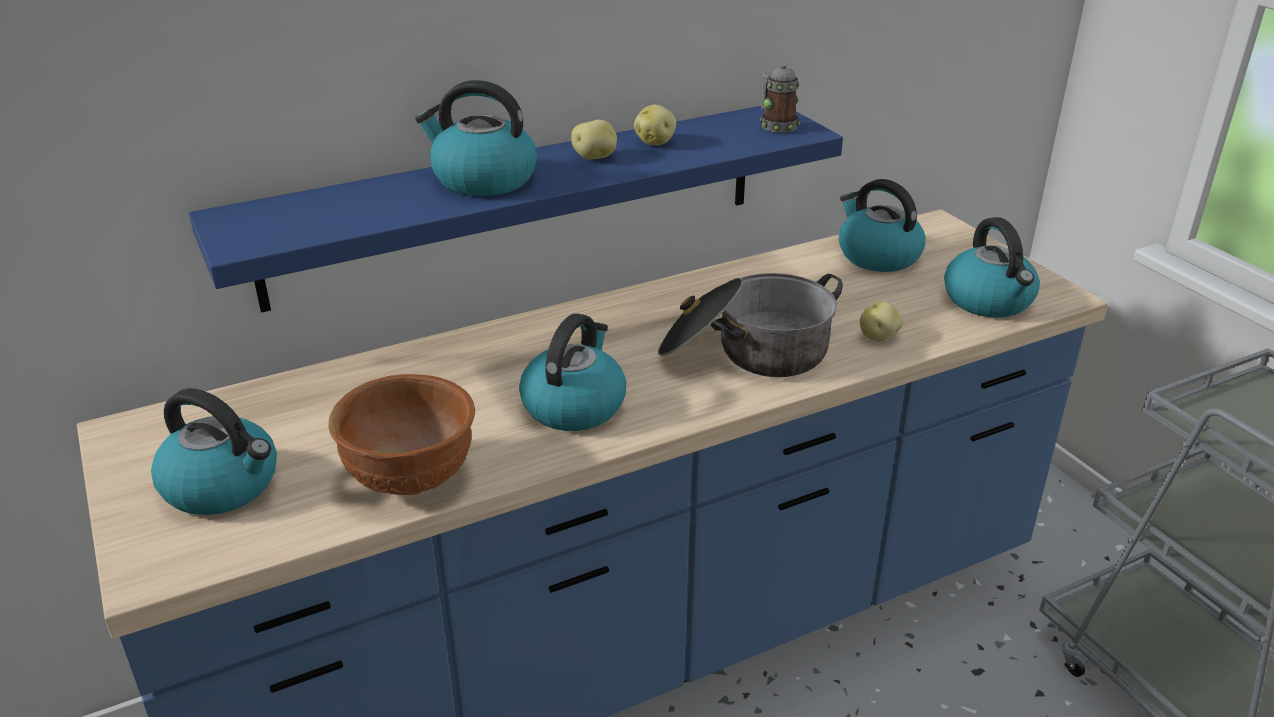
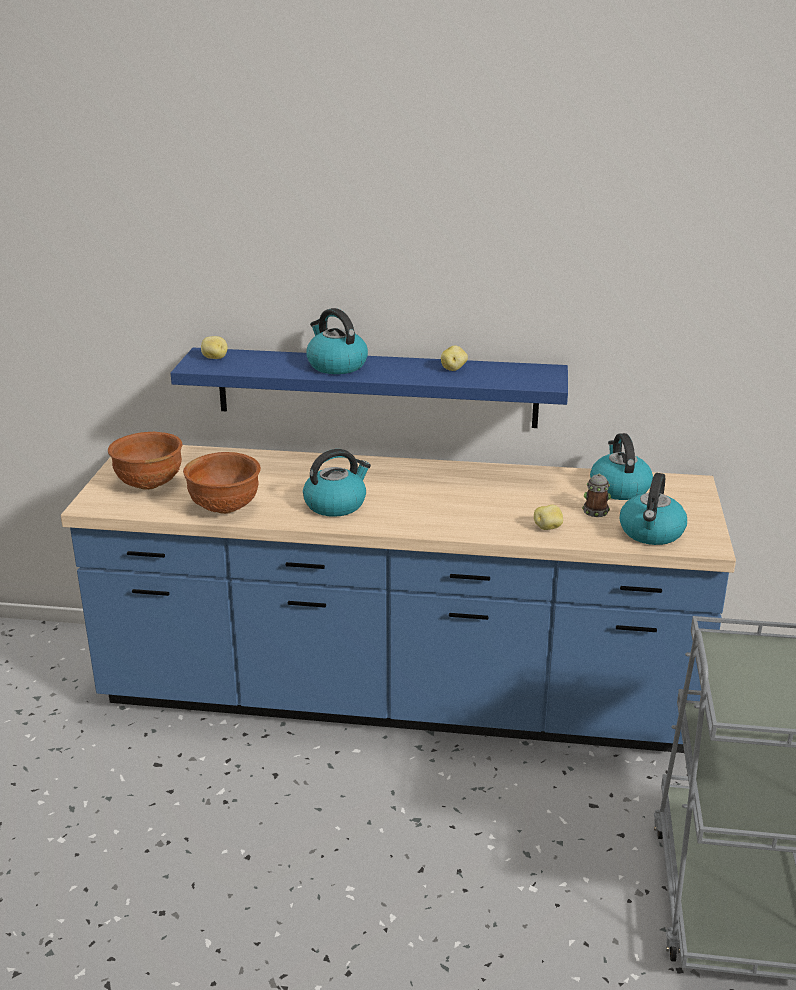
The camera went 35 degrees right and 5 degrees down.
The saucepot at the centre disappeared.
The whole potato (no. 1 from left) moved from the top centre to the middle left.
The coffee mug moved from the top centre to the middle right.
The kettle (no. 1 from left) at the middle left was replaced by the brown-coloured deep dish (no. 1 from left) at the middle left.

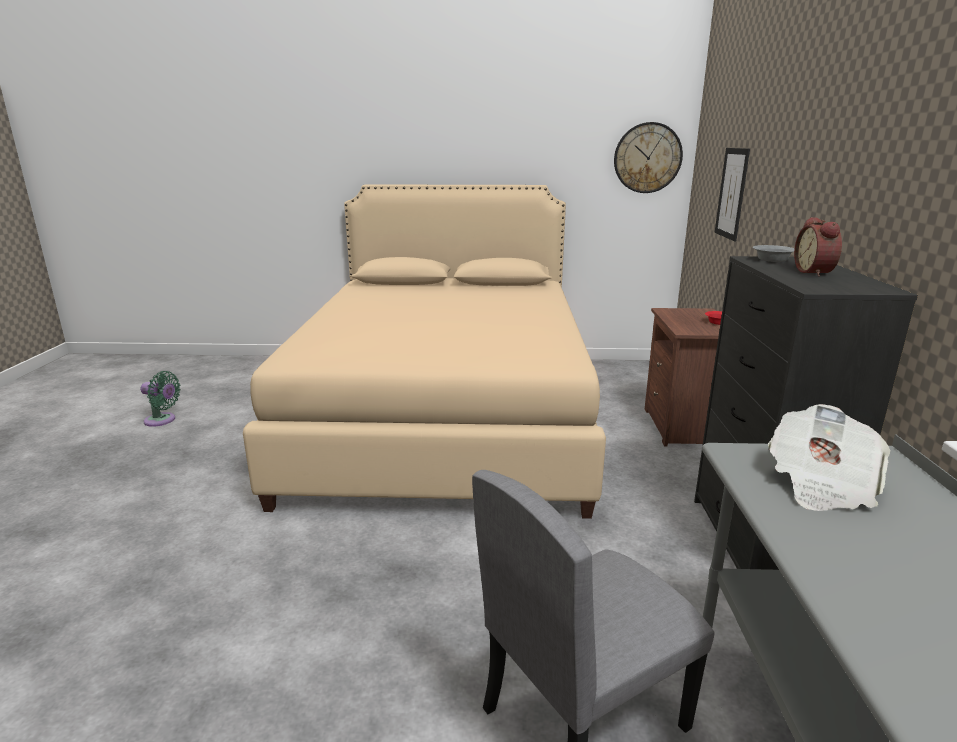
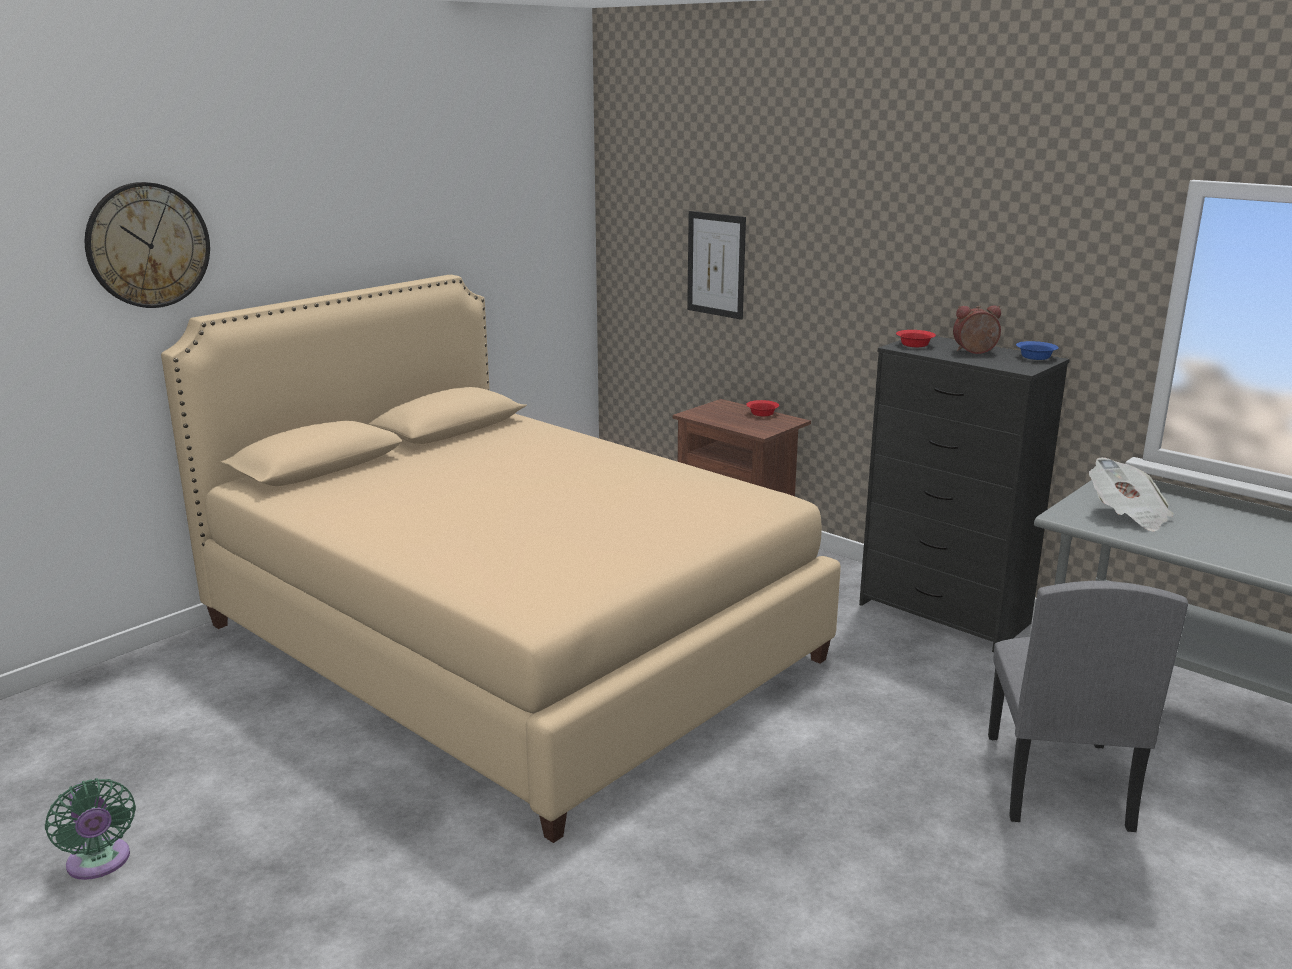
The camera went 50 degrees left and 0 degrees up.
The blue-coloured deep dish at the middle right appeared.
The clock on the wall moved from the top right to the top left.
The gray deep dish at the middle right became the red deep dish (no. 2 from left) at the middle right.
The green-coloured cooling fan at the middle left turned 90 degrees clockwise.
The bedside clock at the top right turned 135 degrees clockwise.

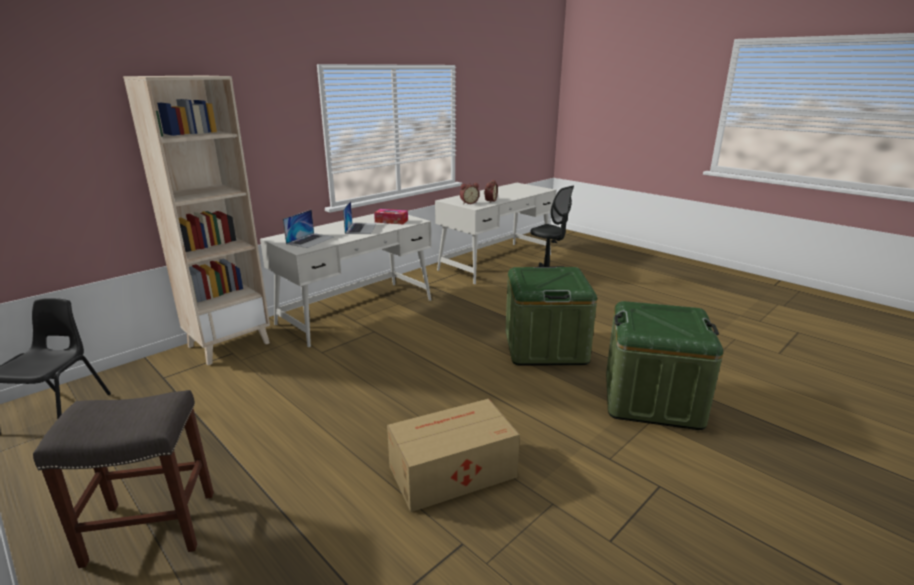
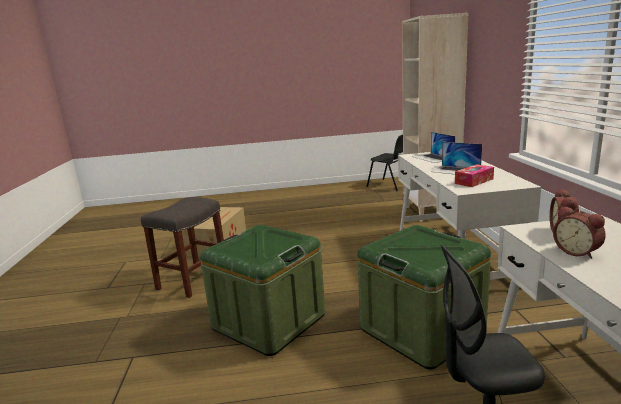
The camera went 130 degrees right and 5 degrees down.
The gray stool seat moved from the bottom left to the middle left.
The green-coloured storage bin (no. 2 from left) moved from the middle right to the bottom right.

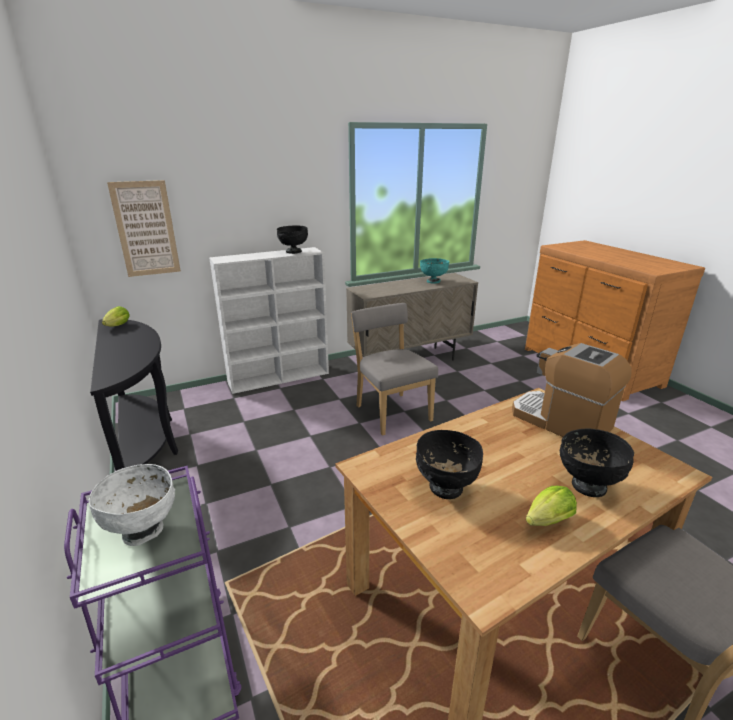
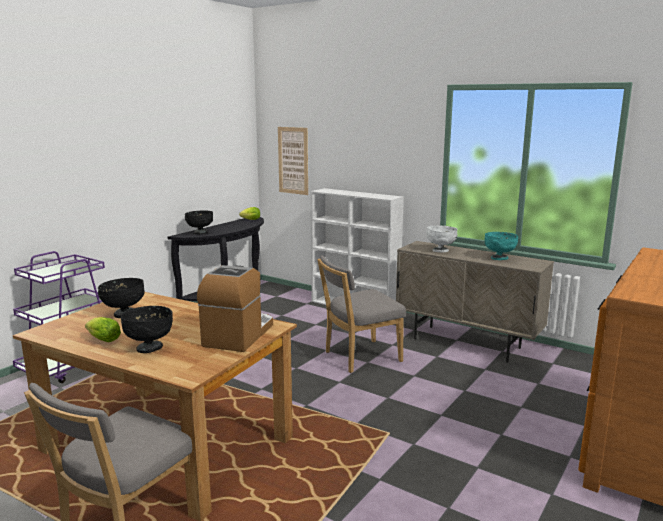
The camera went 60 degrees right and 10 degrees down.
The white deep dish moved from the bottom left to the middle right.
The black deep dish (no. 1 from left in the first image) moved from the top centre to the middle left.
The gray upright chair (no. 1 from left in the first image) at the centre turned 150 degrees counterclockwise.

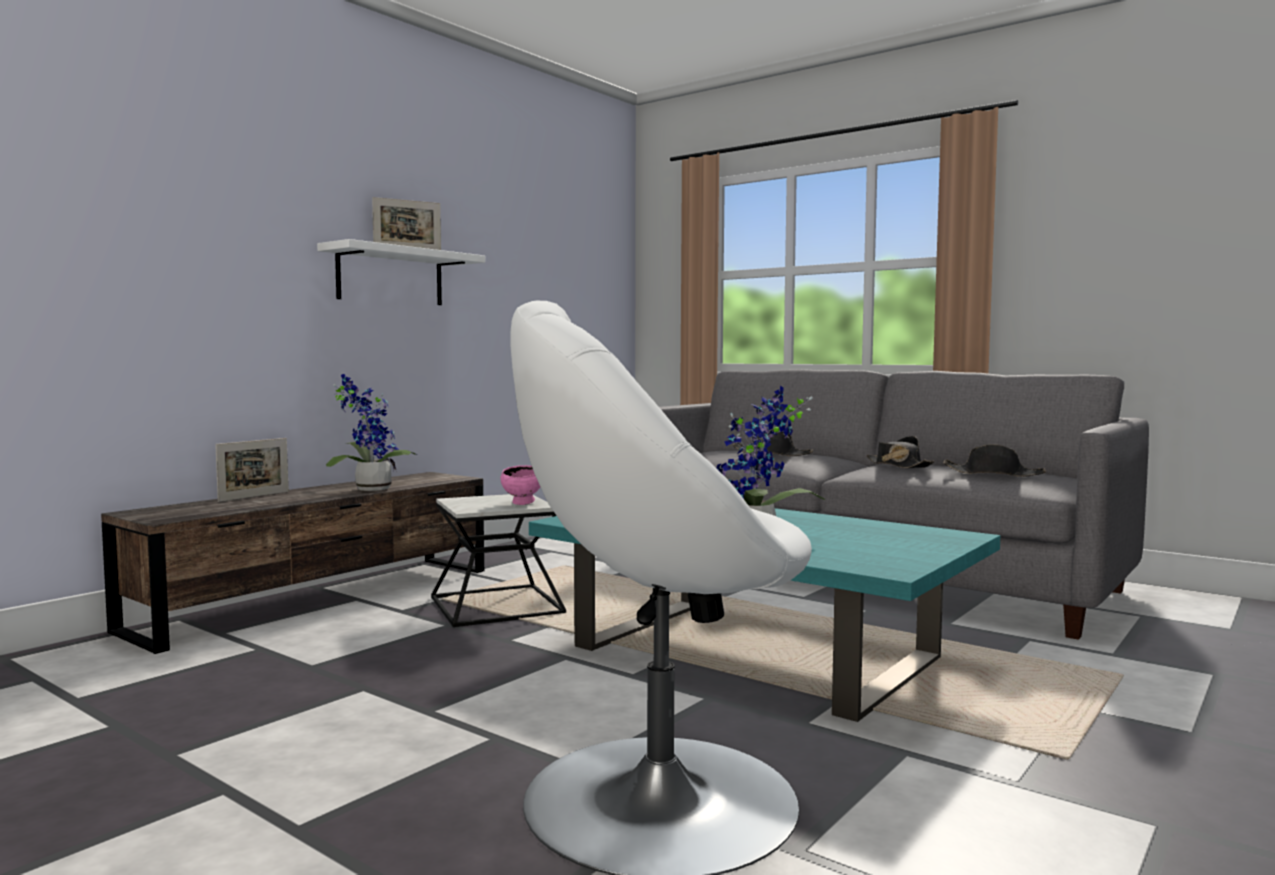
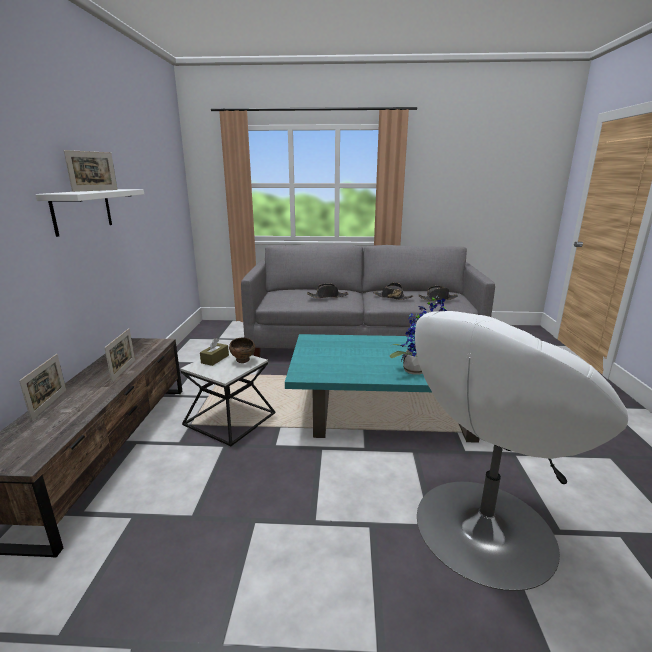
The camera went 35 degrees left and 15 degrees up.
The brown-coloured tissue box at the middle left appeared.
The plant in a pot (no. 1 from left) at the middle left was replaced by the photo frame (no. 3 from left) at the middle left.
The pinkish deep dish at the centre became the brown-coloured deep dish at the centre.

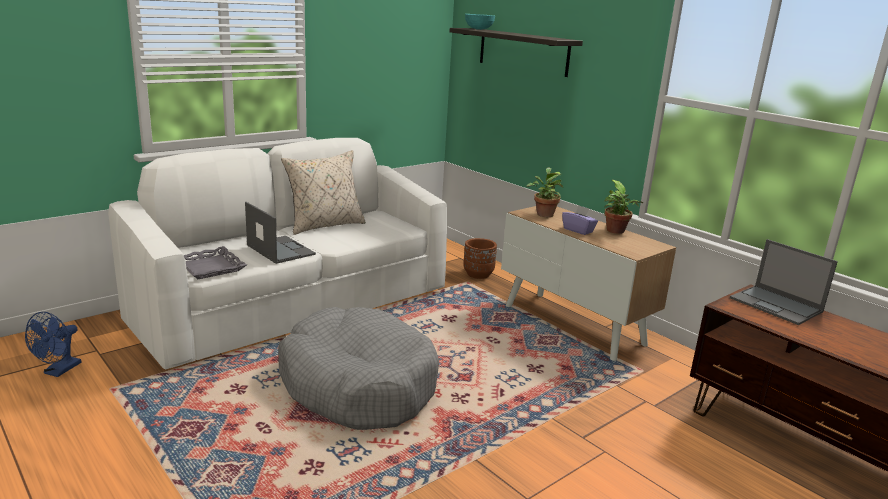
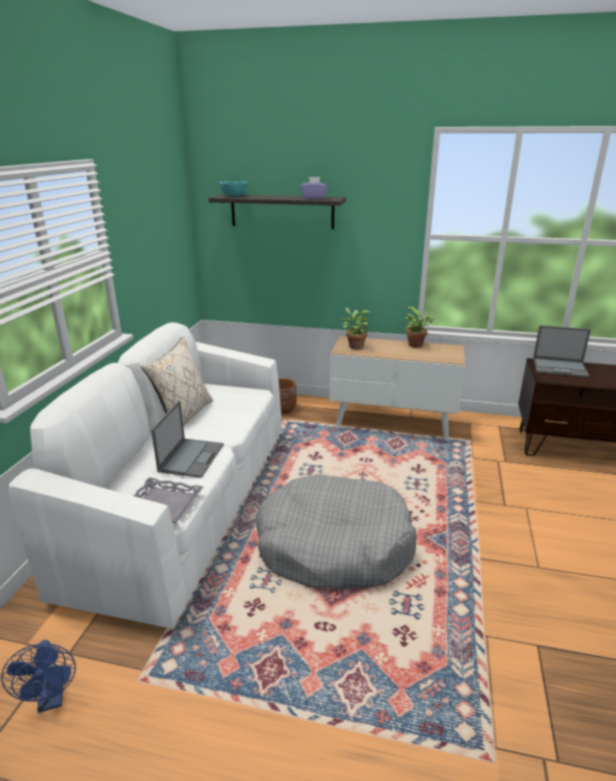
The camera went 35 degrees left and 5 degrees up.
The purple-coloured tissue box moved from the centre to the top centre.
The portable computer (no. 1 from left) at the middle left turned 90 degrees clockwise.

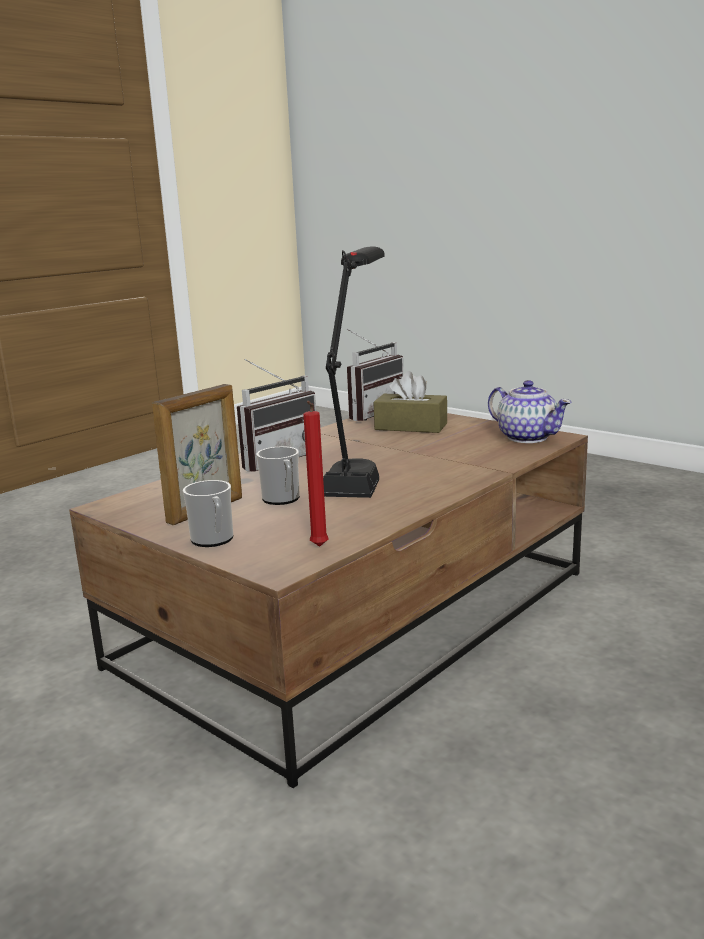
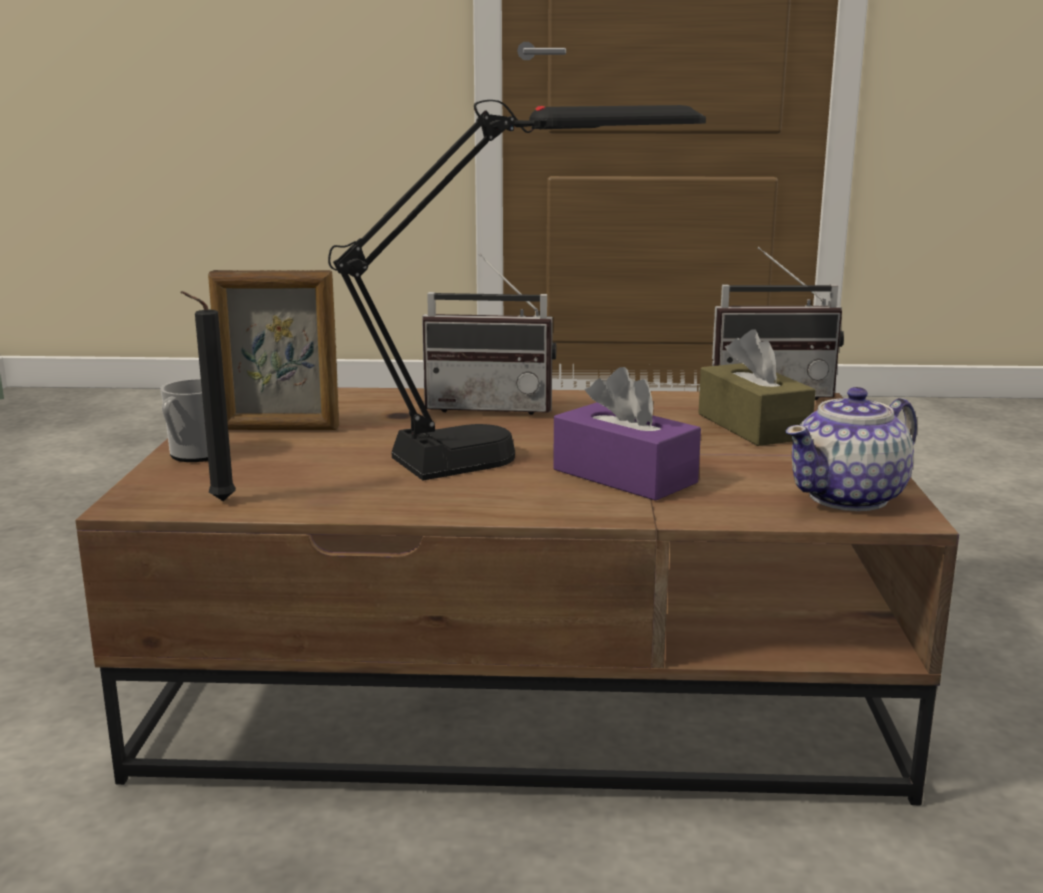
The camera went 50 degrees right and 0 degrees up.
The coffee mug (no. 2 from left) at the centre disappeared.
The purple-coloured tissue box at the centre appeared.
The red candle at the centre became the black candle at the middle left.
The tea pot at the middle right turned 45 degrees clockwise.

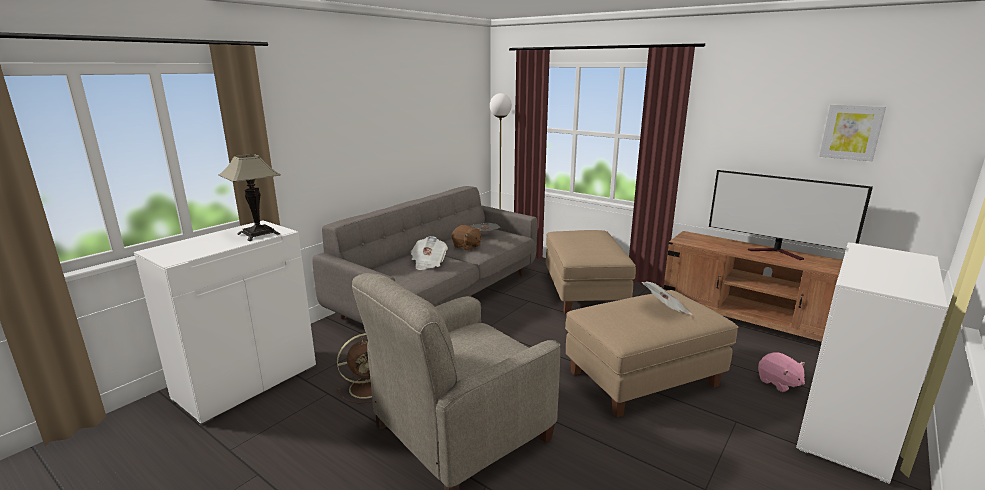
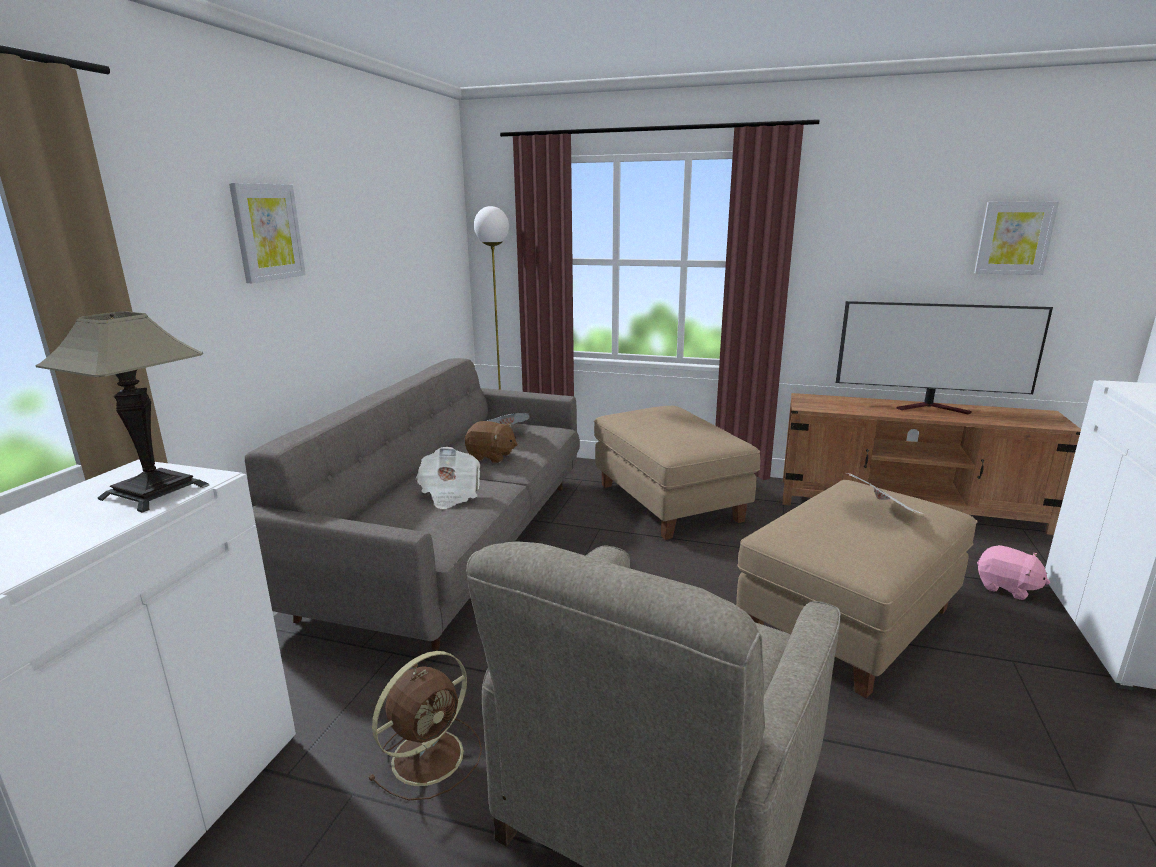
The camera went 20 degrees left and 0 degrees up.
The wall art (no. 1 from left) at the top left appeared.

